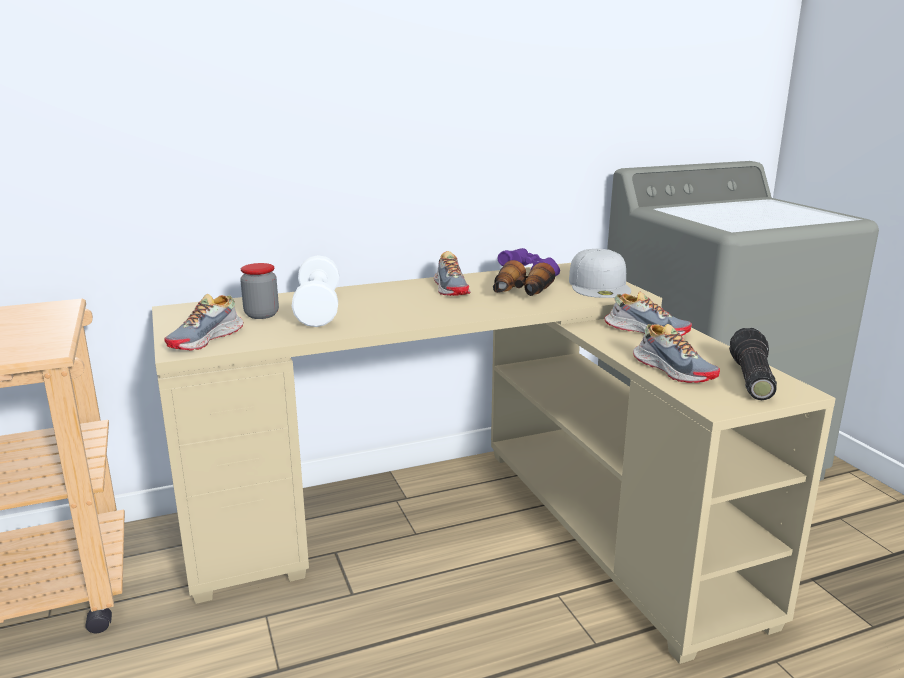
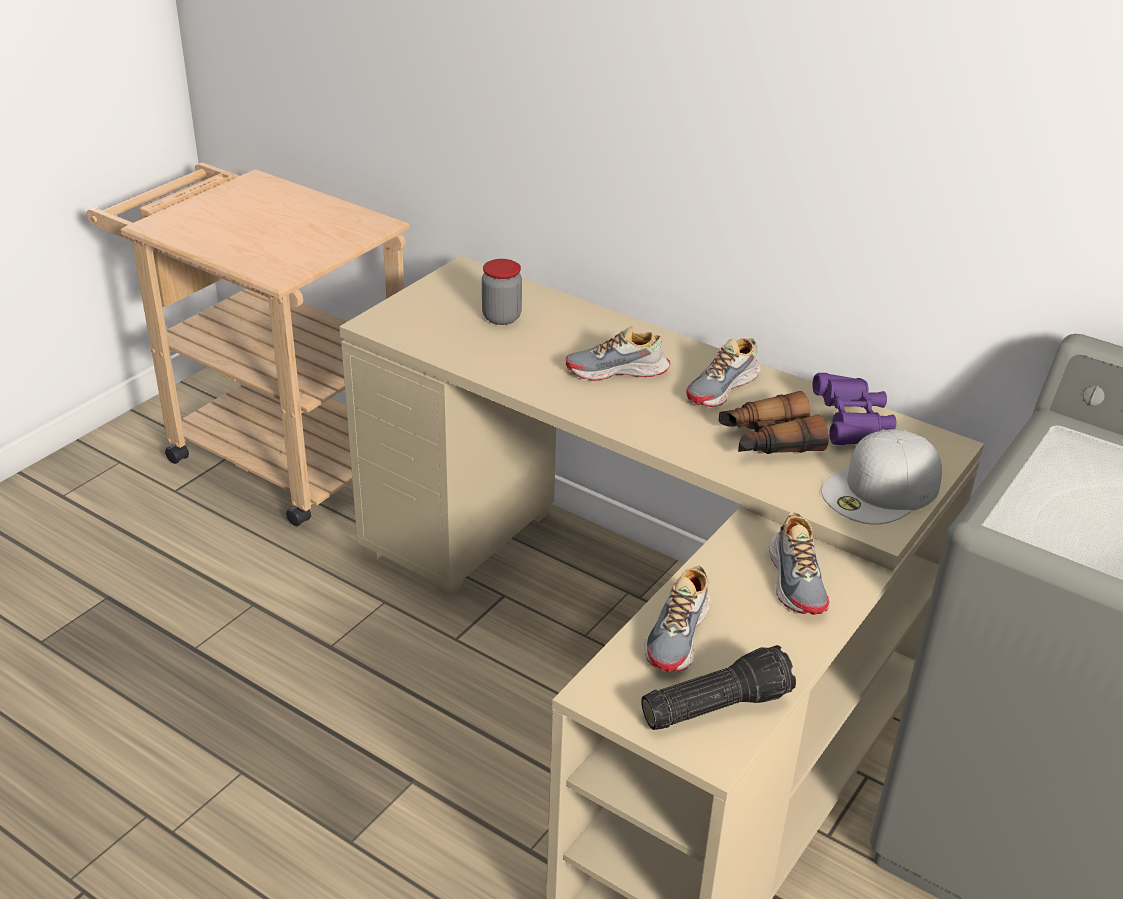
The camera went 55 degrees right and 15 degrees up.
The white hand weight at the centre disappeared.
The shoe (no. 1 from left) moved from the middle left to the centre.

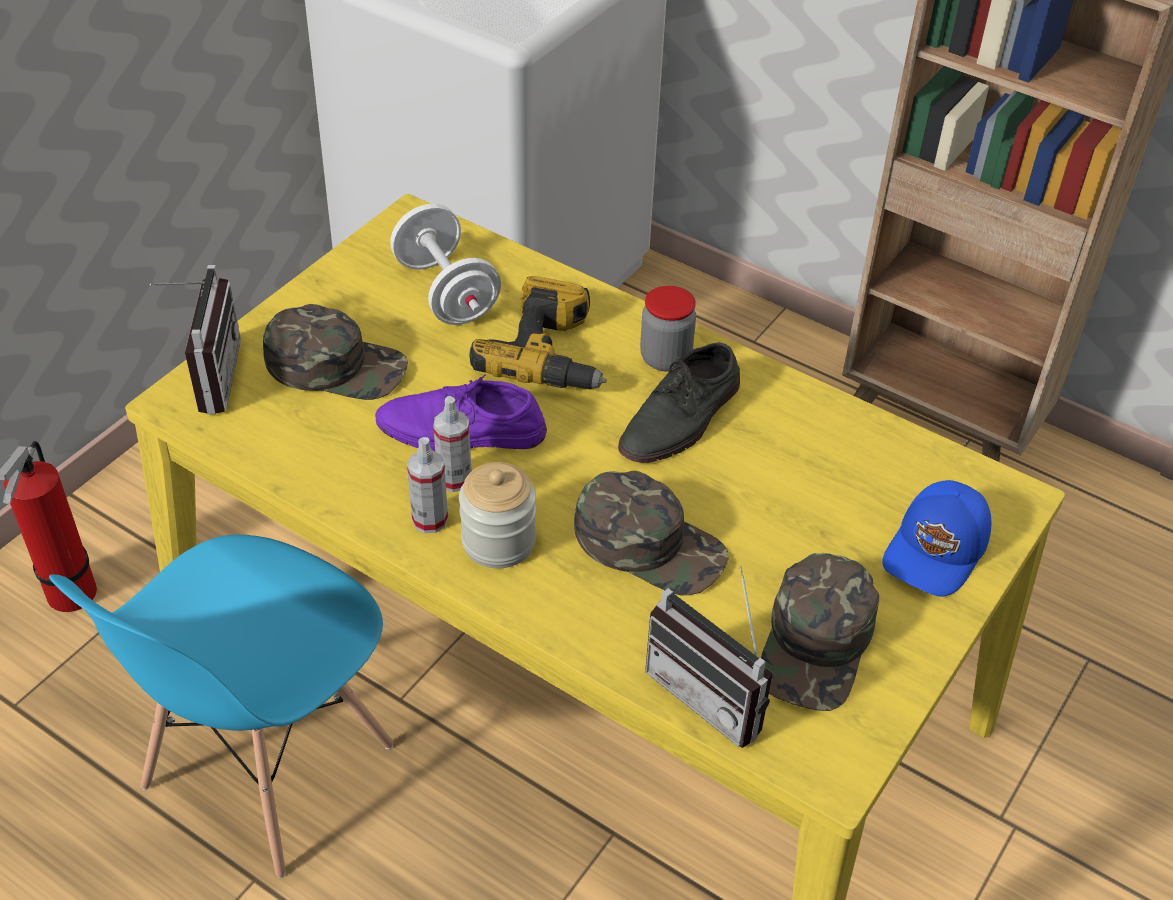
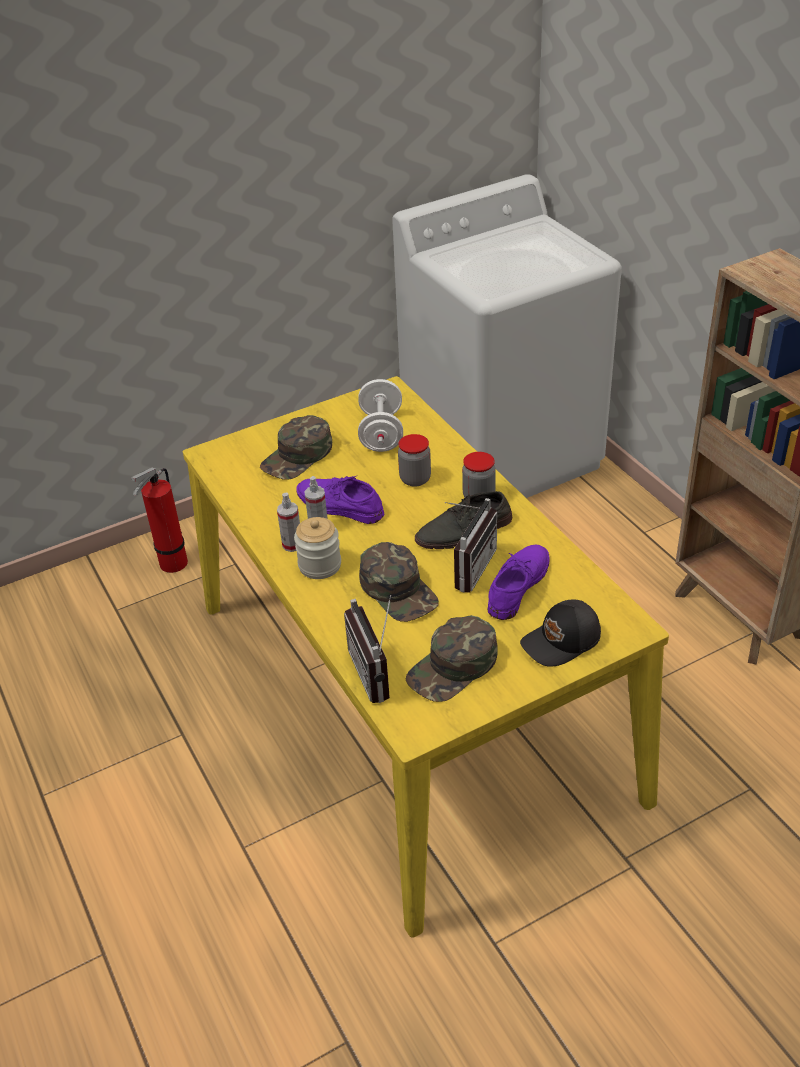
The camera went 30 degrees right and 5 degrees down.
The blue-coloured upright chair at the bottom left disappeared.
The purple-coloured shoe (no. 2 from left) at the centre appeared.
The radio set (no. 1 from left in the first image) moved from the middle left to the centre.
The drill at the centre was replaced by the jar (no. 2 from left) at the centre.
The blue-coloured peaked cap at the middle right became the black peaked cap at the middle right.
The green-coloured peaked cap (no. 1 from left) at the middle left turned 90 degrees clockwise.

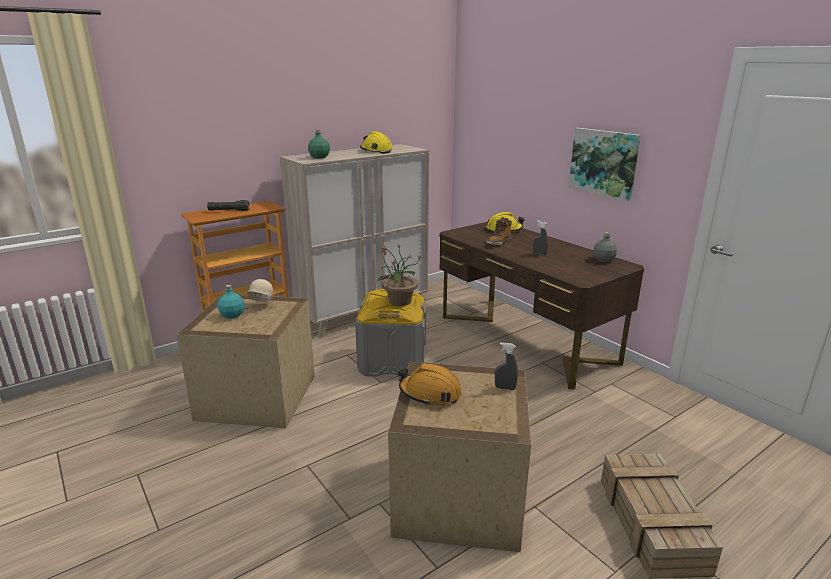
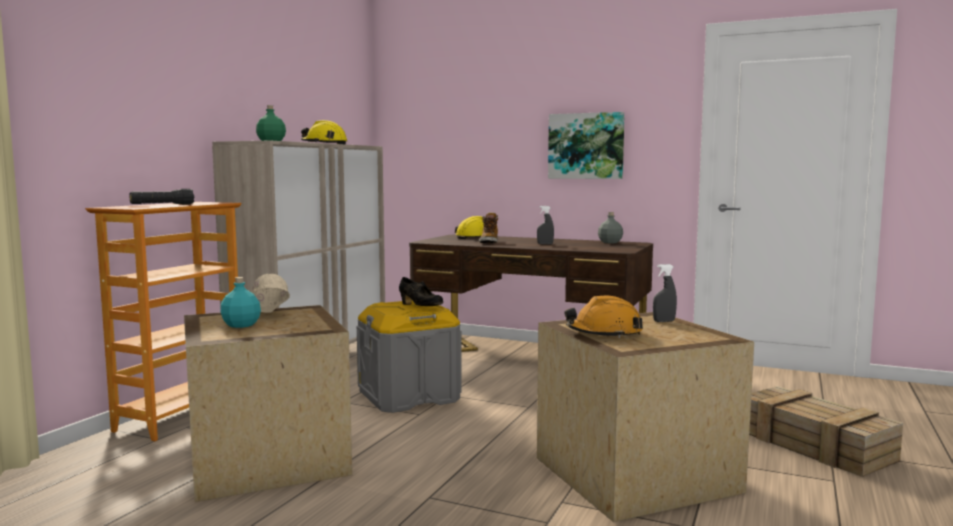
The camera went 30 degrees left and 15 degrees down.
The plant in a pot at the centre was replaced by the black shoe at the centre.

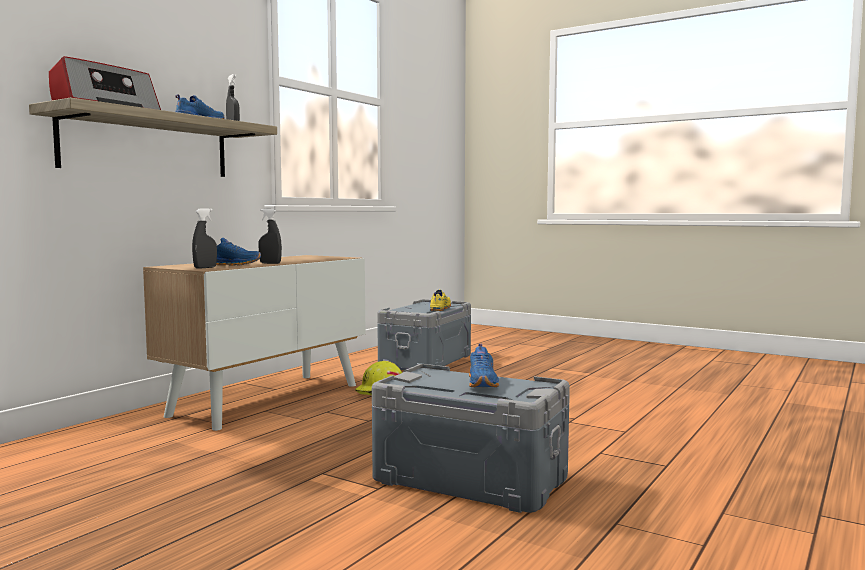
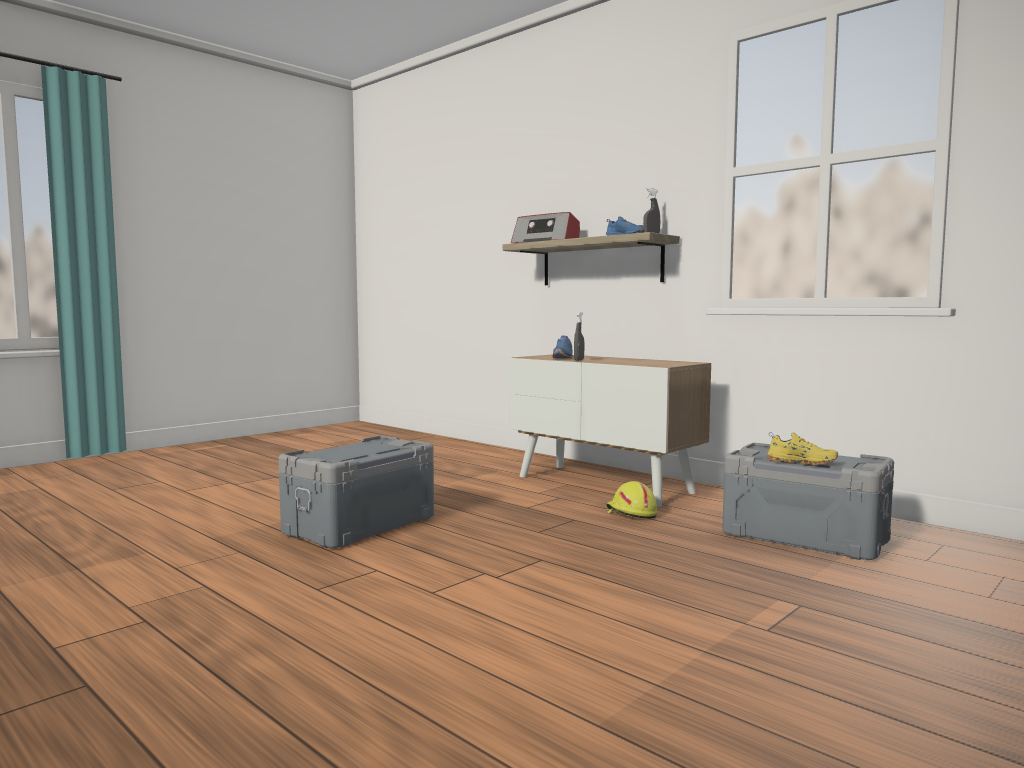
The camera went 100 degrees right and 0 degrees up.
The gray sprayer (no. 1 from left) at the middle left disappeared.
The blue-coloured shoe (no. 3 from left) at the centre disappeared.

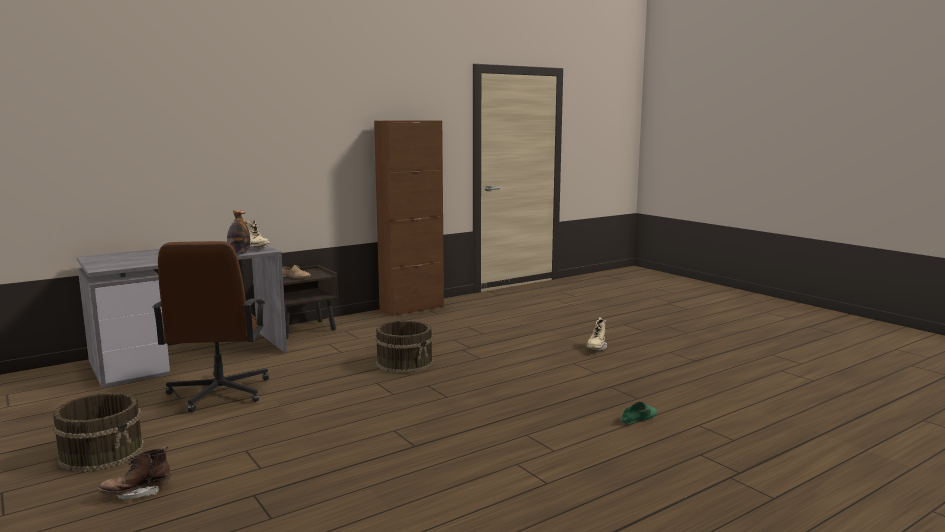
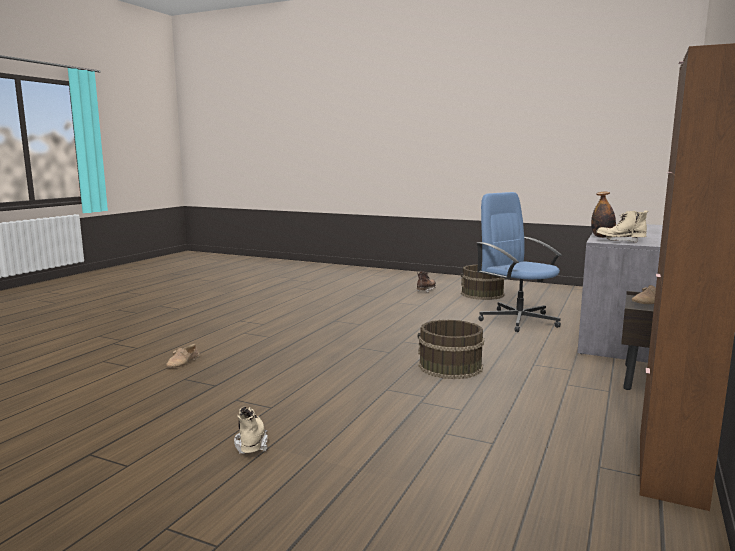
The camera went 150 degrees right and 0 degrees up.
The brown-coloured desk chair at the middle left became the blue-coloured desk chair at the middle right.
The green-coloured shoe at the bottom right became the sand-coloured shoe (no. 1 from left) at the middle left.

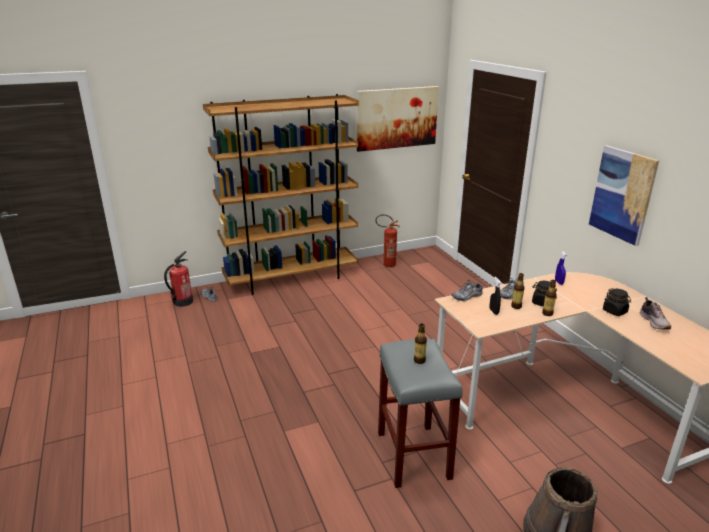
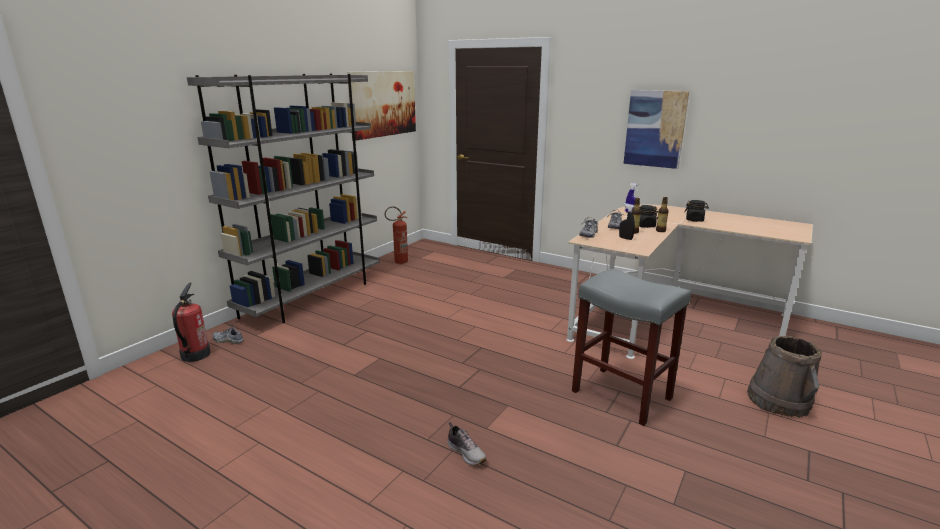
The camera went 35 degrees left and 5 degrees down.
The drink bottle (no. 1 from left) at the centre disappeared.
The shoe (no. 4 from left in the first image) moved from the middle right to the bottom centre.
The brown-coloured bookcase at the centre became the gray bookcase at the middle left.

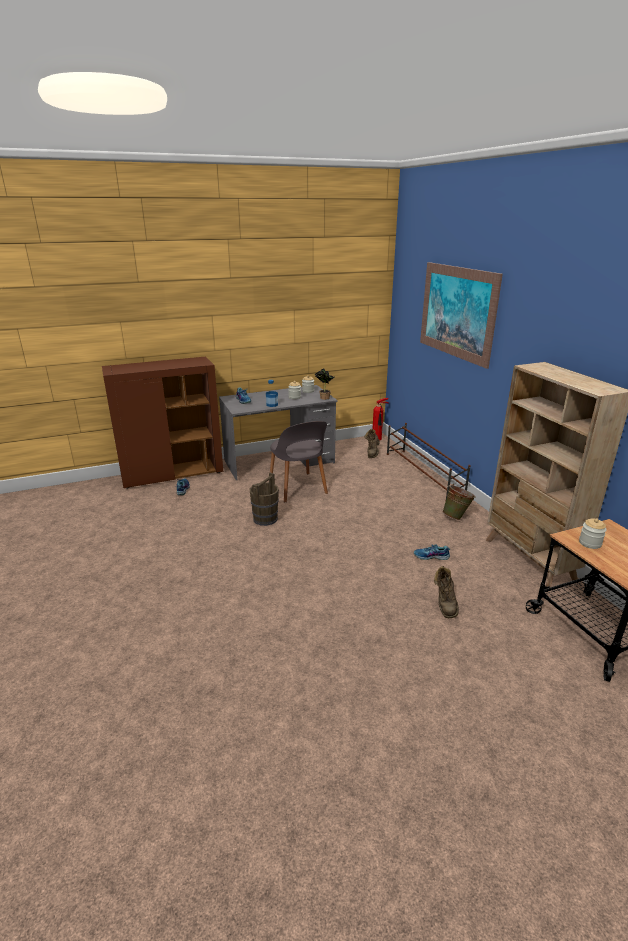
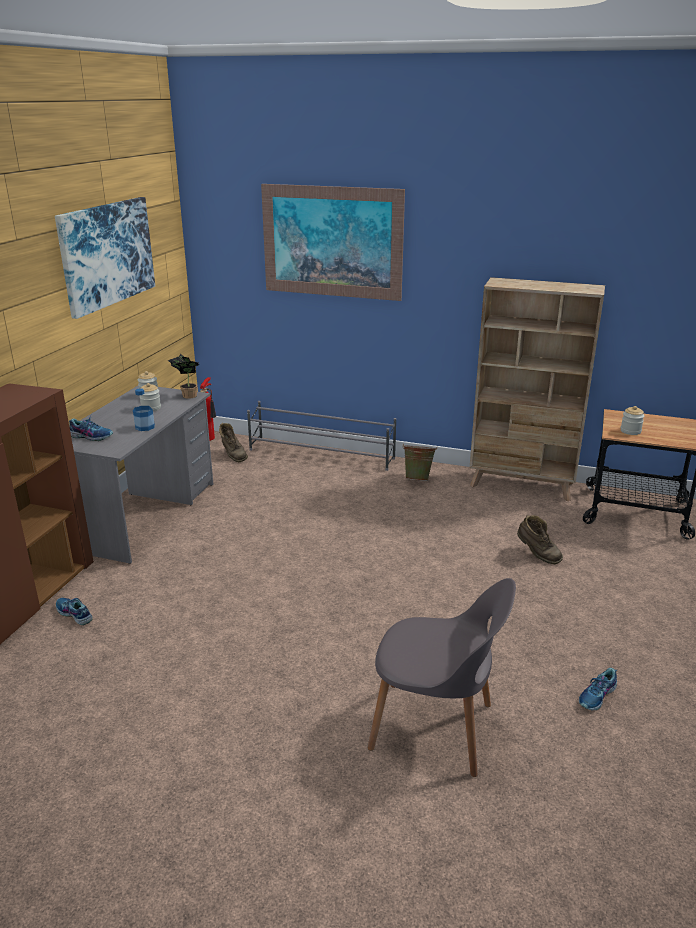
The camera went 50 degrees left and 0 degrees up.
The brown-coloured bucket at the centre disappeared.
The wall art (no. 1 from left) at the top left appeared.
The gray upright chair moved from the centre to the bottom centre.
The shoe (no. 3 from left) moved from the middle right to the bottom right.
The brown-coloured shoe rack at the middle right became the gray shoe rack at the centre.

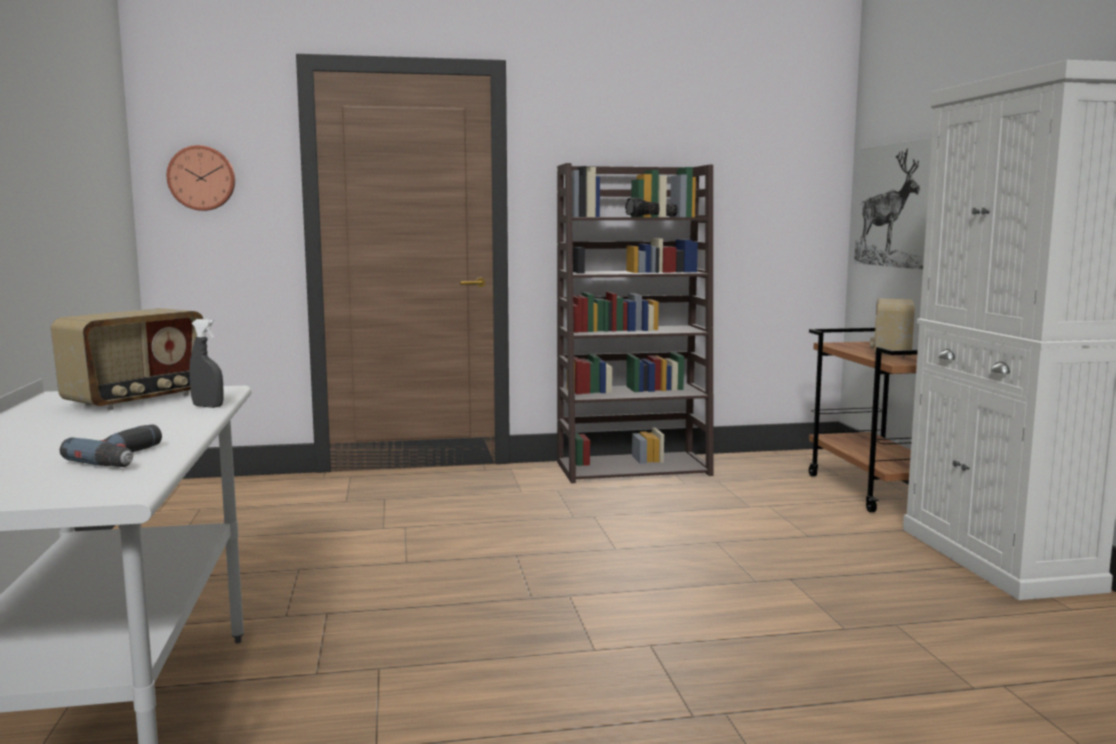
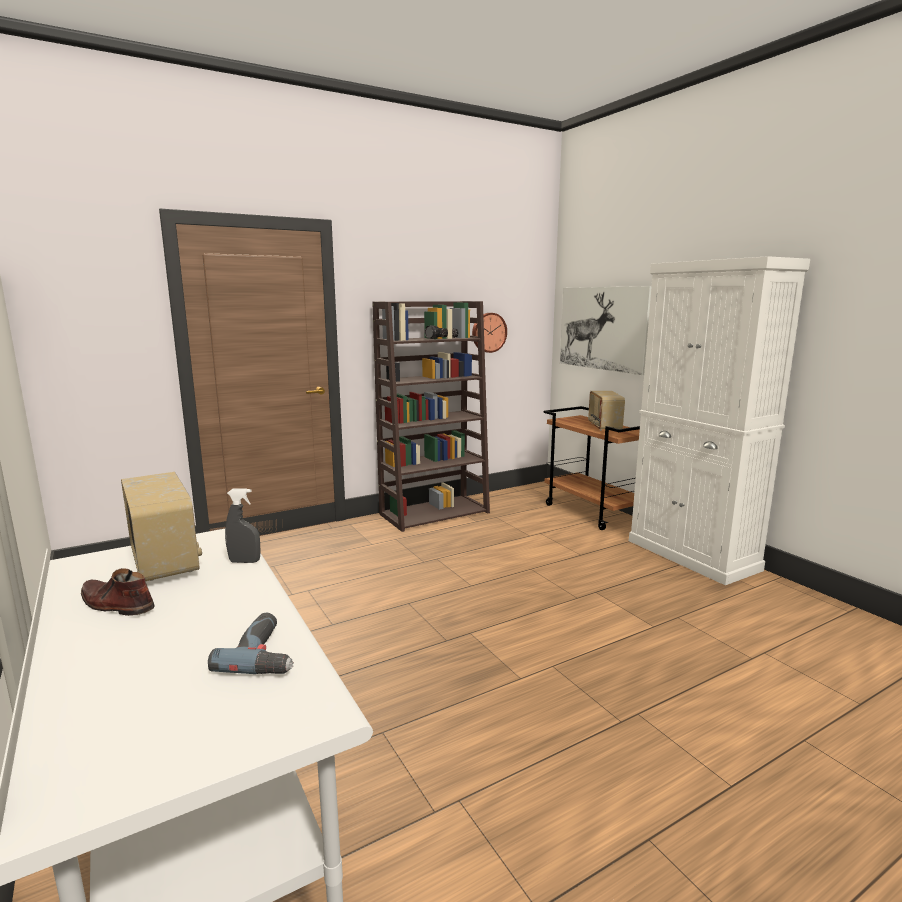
The camera went 20 degrees left and 5 degrees up.
The brown-coloured shoe at the middle left appeared.
The clock on the wall moved from the top left to the centre.
The radio set (no. 1 from left) at the middle left turned 45 degrees counterclockwise.

